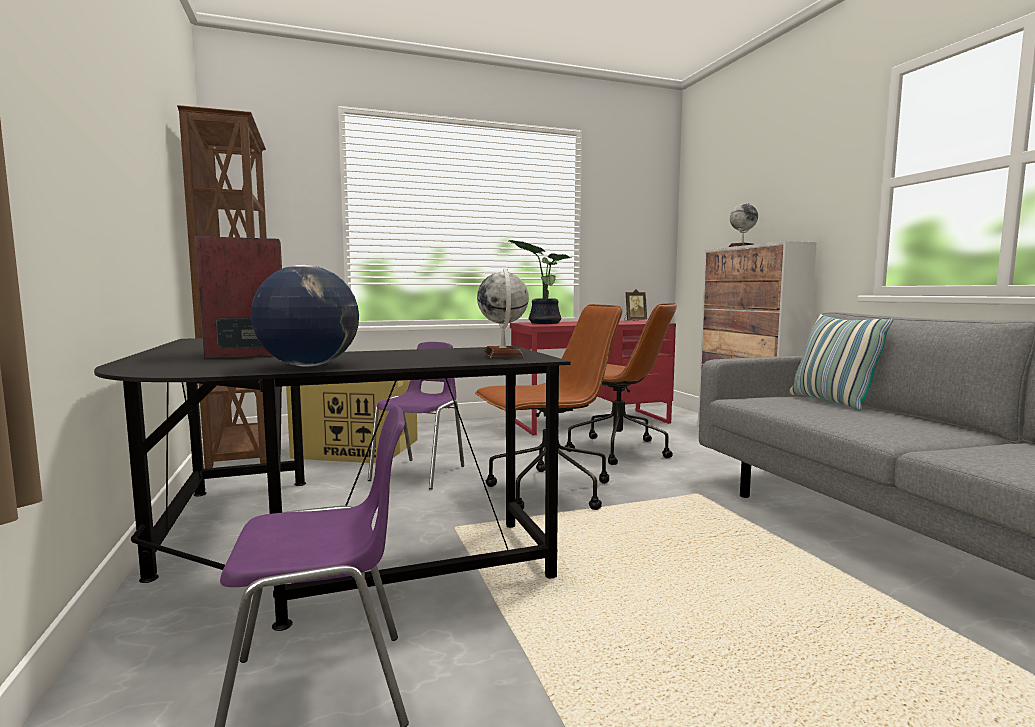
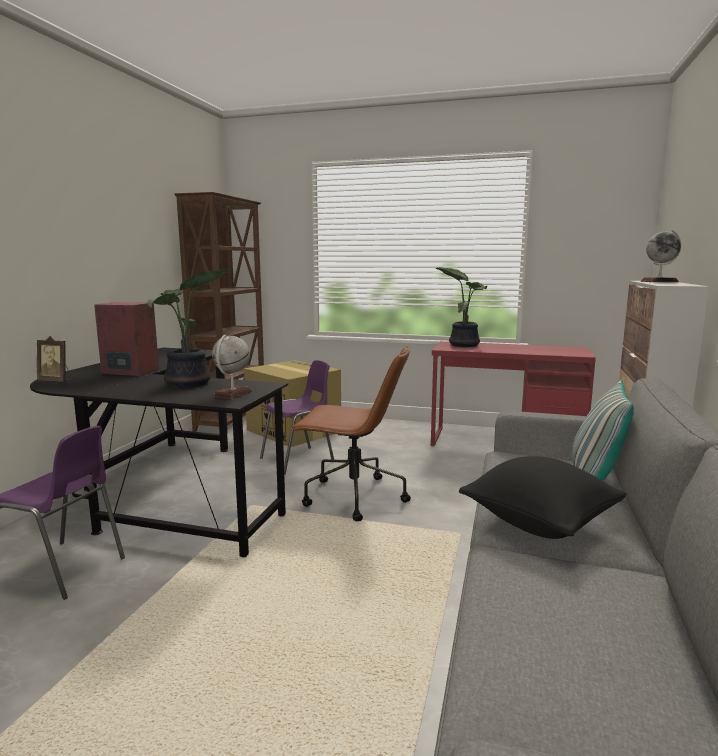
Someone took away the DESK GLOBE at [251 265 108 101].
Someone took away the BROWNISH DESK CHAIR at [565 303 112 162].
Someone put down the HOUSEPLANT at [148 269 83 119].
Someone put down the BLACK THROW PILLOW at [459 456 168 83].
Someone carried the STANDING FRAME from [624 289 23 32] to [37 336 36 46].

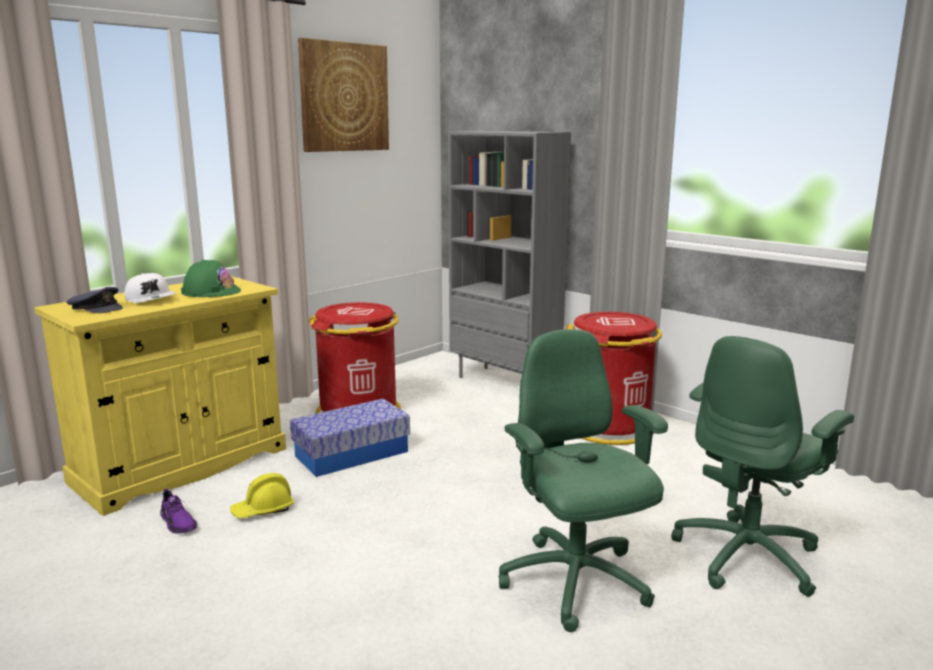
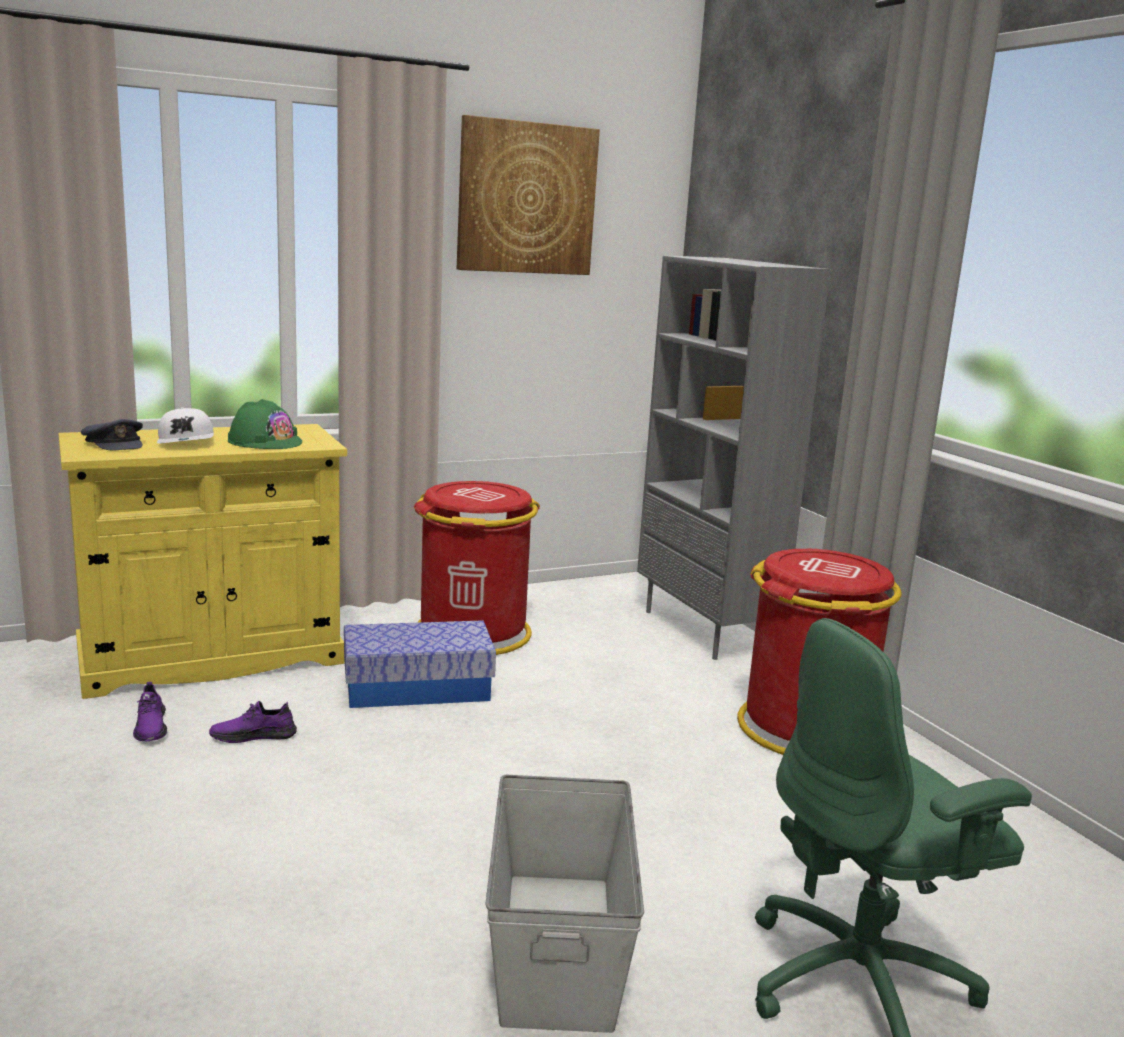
Someone swapped the YELLOWISH HARD HAT at [230 473 64 45] for the PURPLISH ITEM OF FOOTWEAR at [209 701 88 42].
Someone swapped the GREEN DESK CHAIR at [499 329 169 303] for the GREY STORAGE BIN at [486 775 158 258].

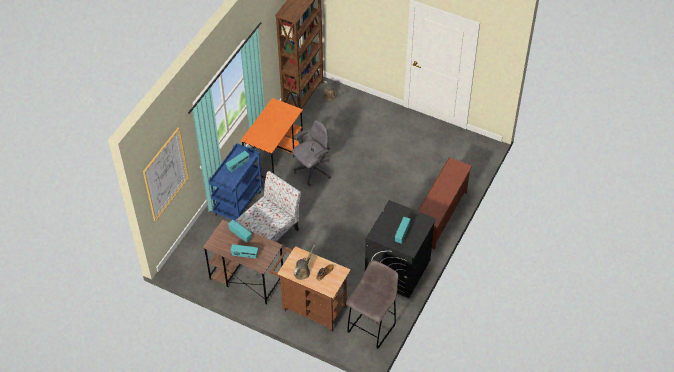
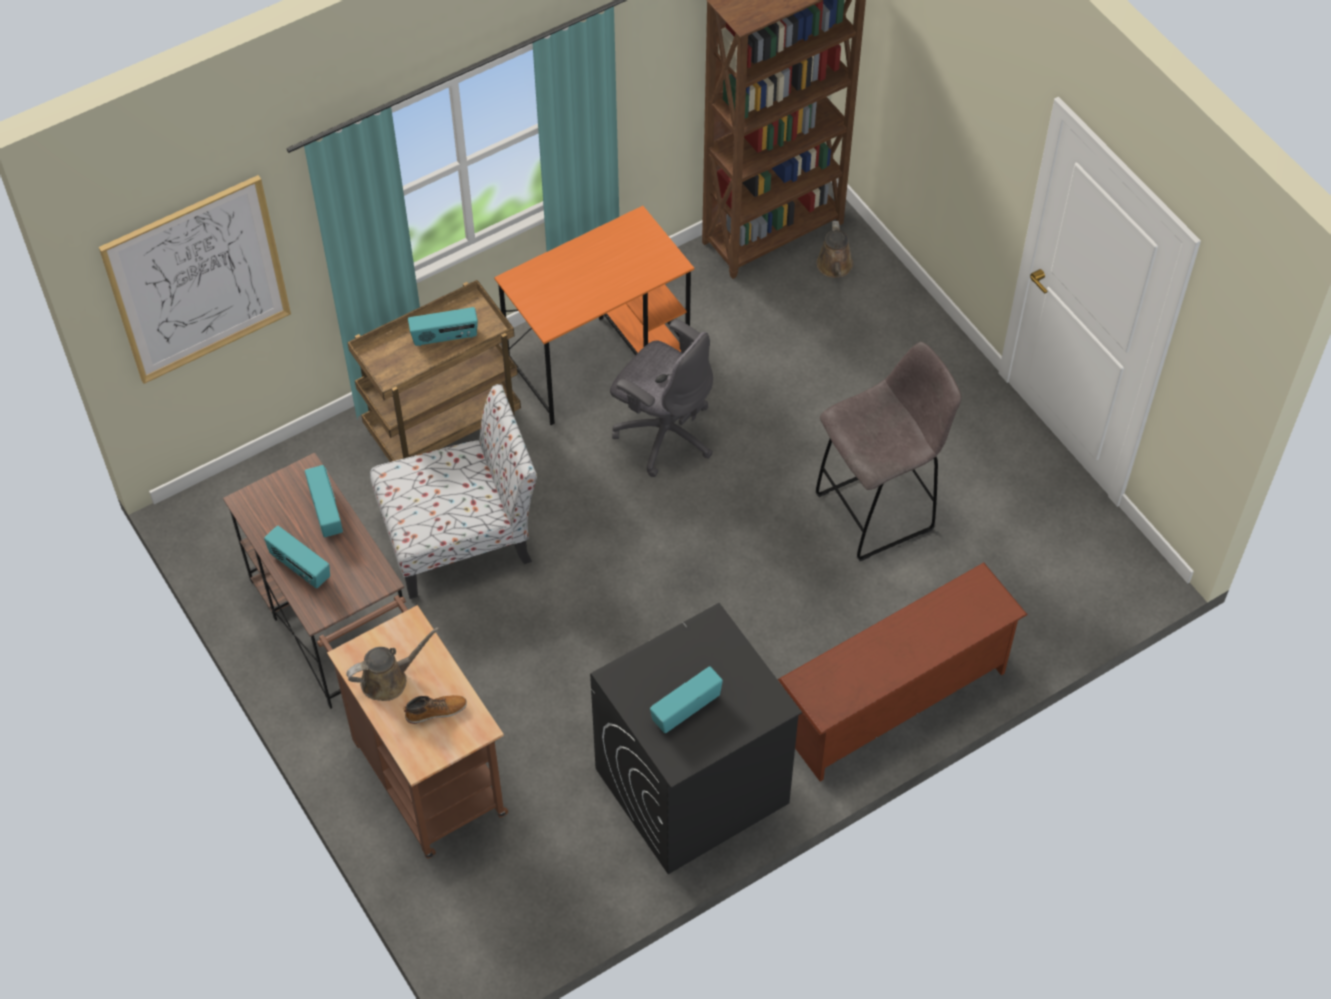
Someone carried the GREY SITTING STOOL from [346 260 52 89] to [815 342 147 219].
Someone repainted the BLUE WHEELED CART at [209 143 54 77], which became the BROWNISH WHEELED CART at [347 280 174 182].
Someone rotated the GREY DESK CHAIR at [292 120 39 66] by 45 degrees clockwise.

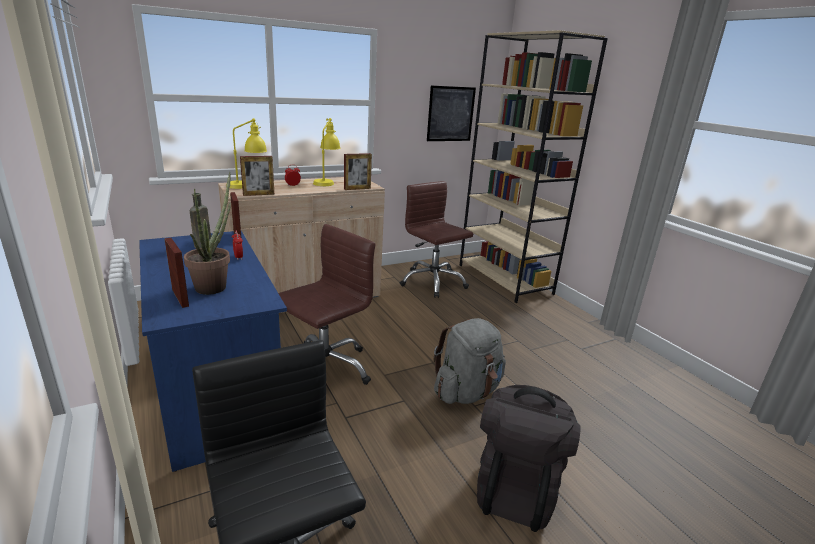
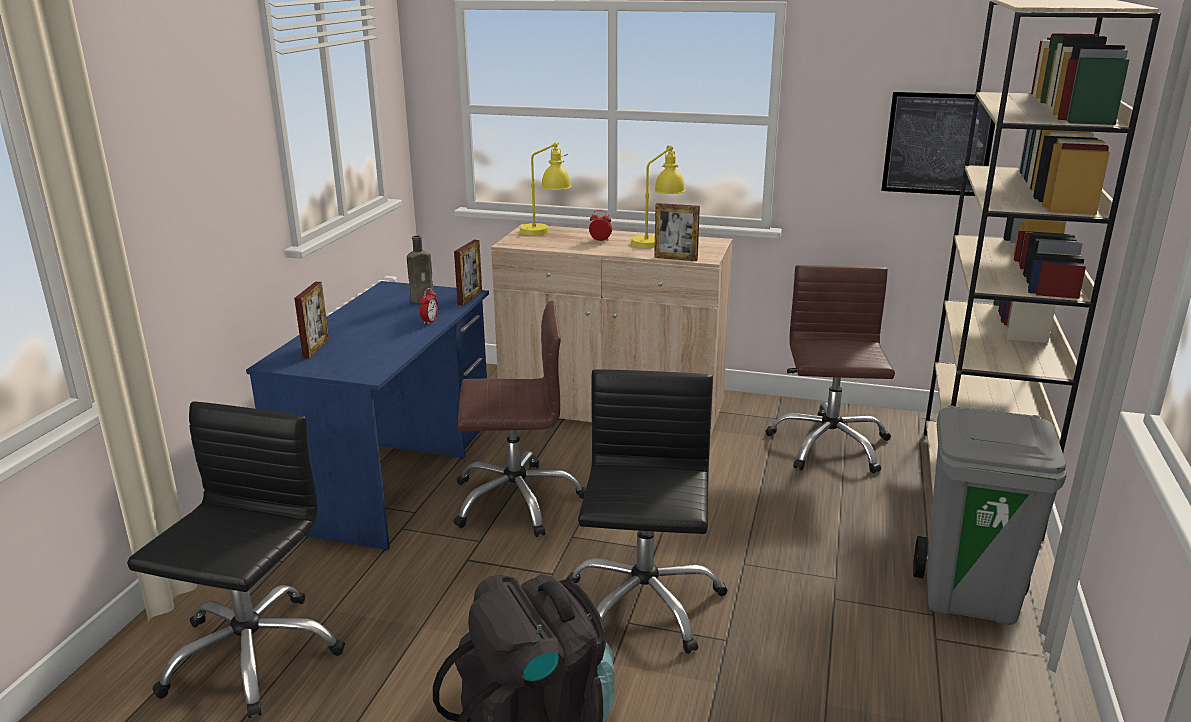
Someone took away the HOUSEPLANT at [184 172 47 123].
Someone took away the STANDING FRAME at [240 156 34 40].
Someone put down the GREY RUBBISH BIN at [913 405 154 220].
Someone swapped the GREY BACKPACK at [433 318 73 86] for the BLACK DESK CHAIR at [566 369 162 285].

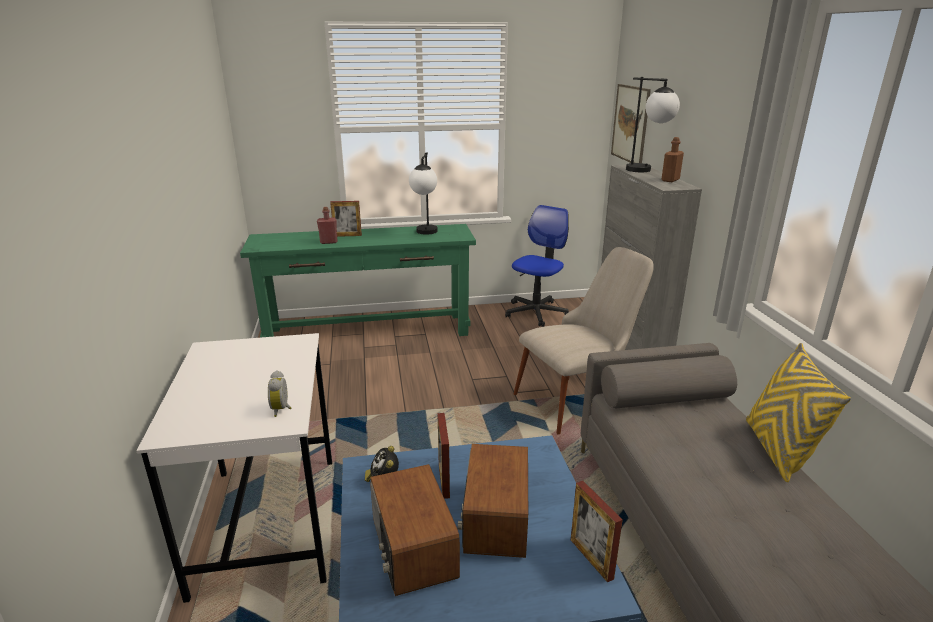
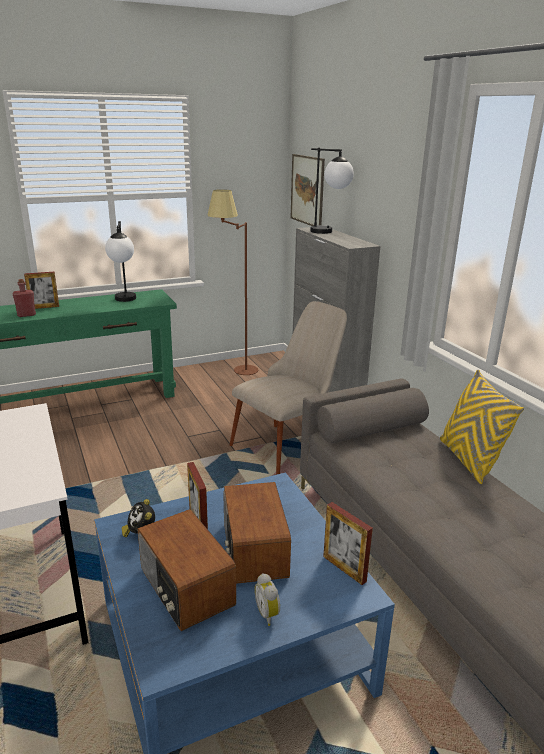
Someone took away the BROWNISH DRINK BOTTLE at [661 137 23 45].
Someone carried the TABLE CLOCK from [268 370 23 47] to [254 573 26 53].
Someone swapped the DESK CHAIR at [505 205 64 122] for the BROWNISH STANDARD LAMP at [207 189 51 186].

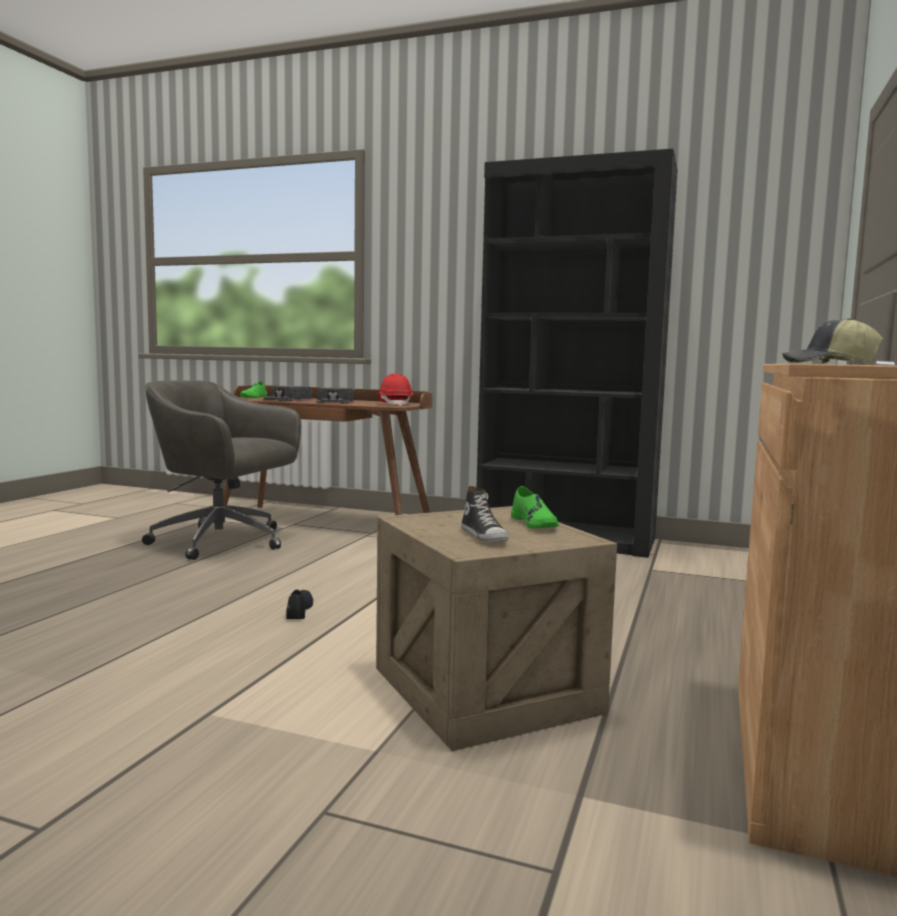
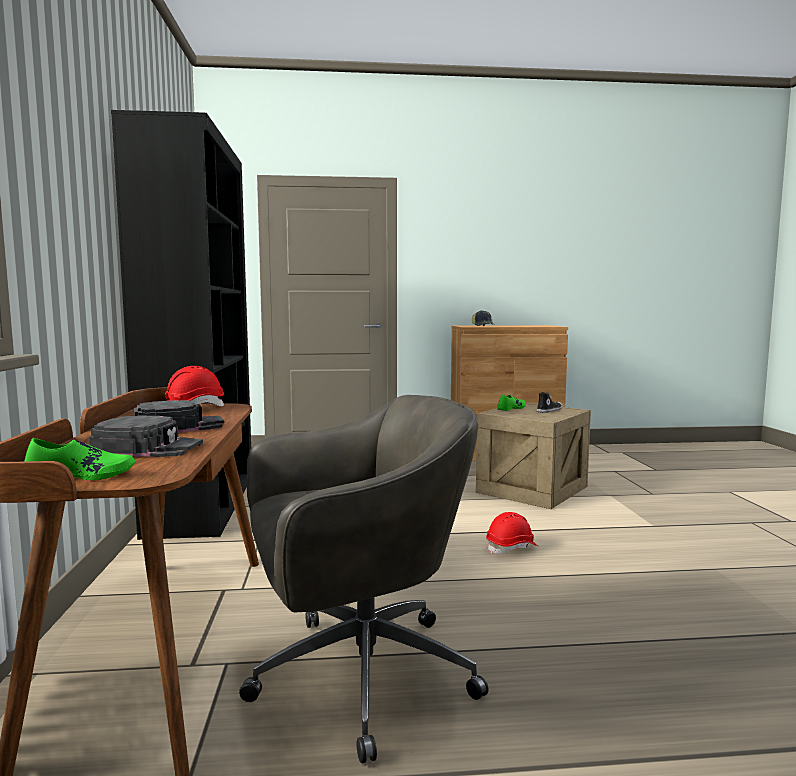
Someone swapped the BLACK ITEM OF FOOTWEAR at [286 590 27 29] for the RED-COLOURED HARD HAT at [486 512 52 42].
Someone rotated the GREY DESK CHAIR at [142 380 159 180] by 105 degrees counterclockwise.

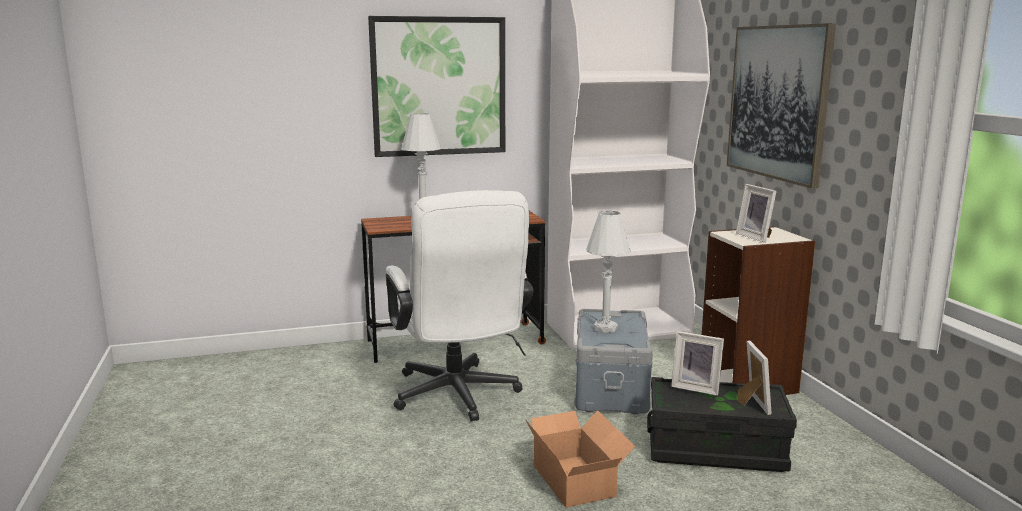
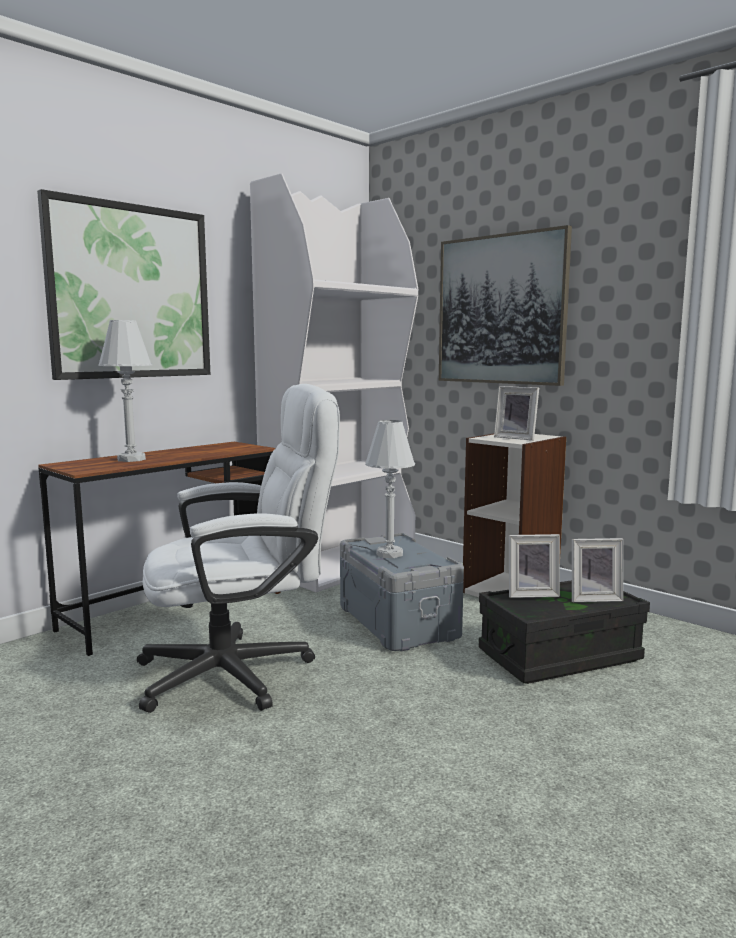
Someone took away the PACKING BOX at [525 410 111 98].
Someone rotated the WHITE DESK CHAIR at [386 190 148 231] by 60 degrees counterclockwise.
Someone rotated the STANDING FRAME at [738 340 34 75] by 120 degrees clockwise.

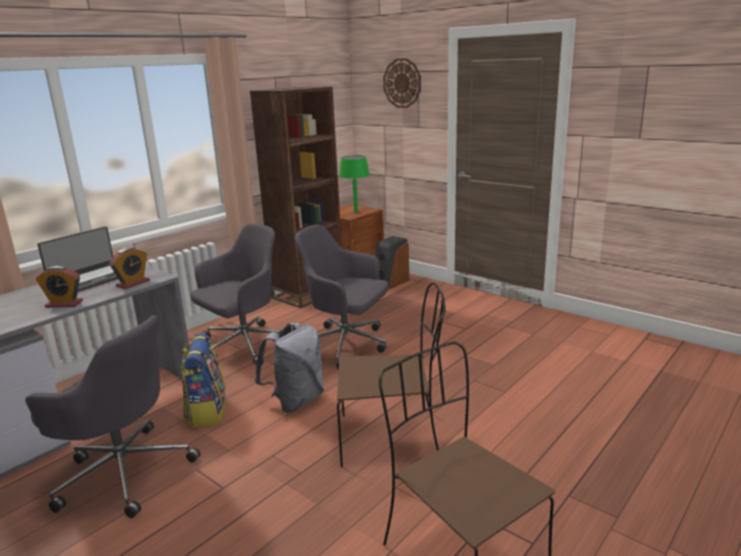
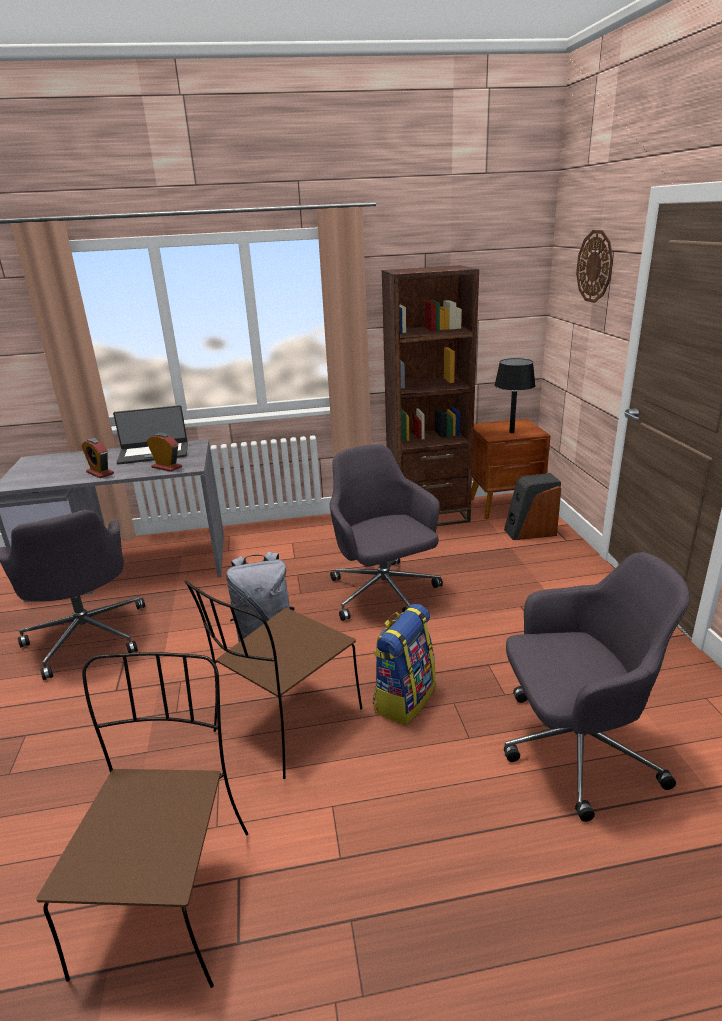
Someone carried the BACKPACK from [180 333 46 94] to [373 604 63 121].
Someone carried the GREY DESK CHAIR from [190 224 90 140] to [504 552 186 270].
Someone repainted the GREEN TABLETOP LAMP at [339 155 31 58], which became the BLACK TABLETOP LAMP at [494 358 42 75].
Someone rotated the TABLE CLOCK at [109 247 41 42] by 135 degrees counterclockwise.
Someone rotated the BROWNISH CHAIR at [337 282 109 186] by 90 degrees clockwise.

